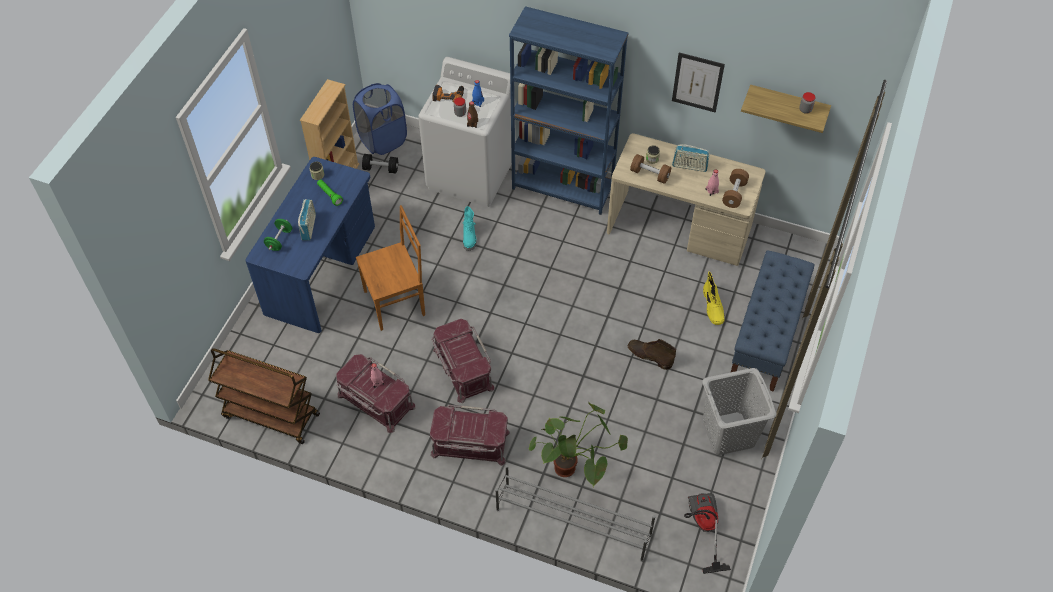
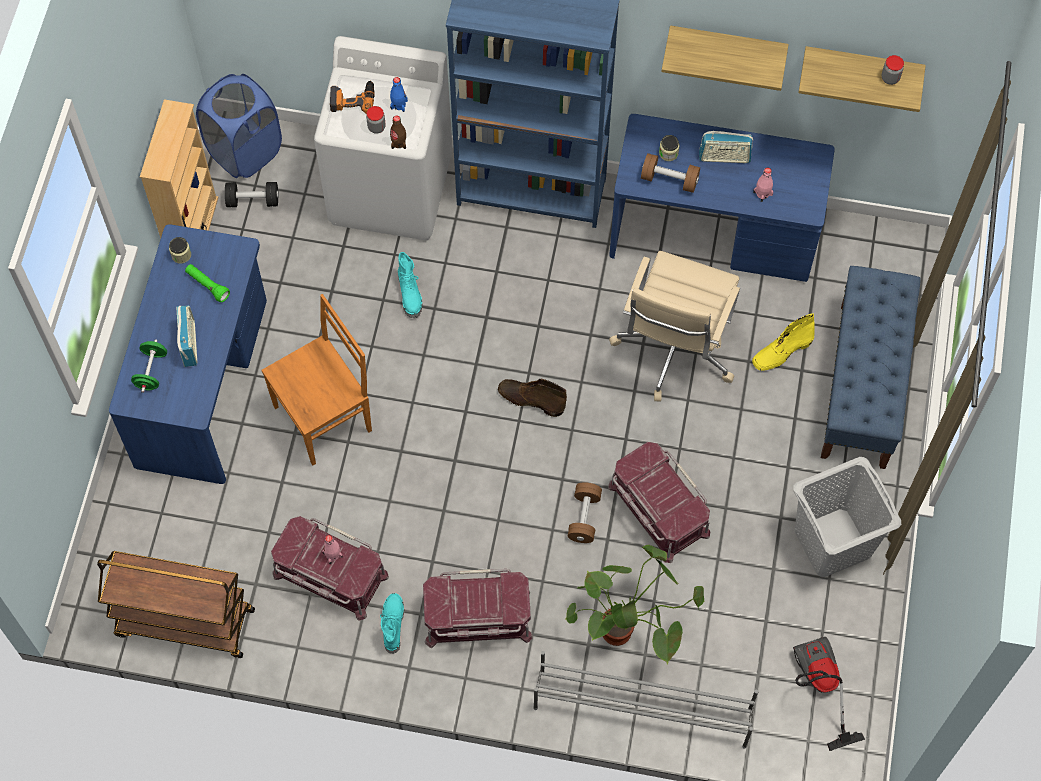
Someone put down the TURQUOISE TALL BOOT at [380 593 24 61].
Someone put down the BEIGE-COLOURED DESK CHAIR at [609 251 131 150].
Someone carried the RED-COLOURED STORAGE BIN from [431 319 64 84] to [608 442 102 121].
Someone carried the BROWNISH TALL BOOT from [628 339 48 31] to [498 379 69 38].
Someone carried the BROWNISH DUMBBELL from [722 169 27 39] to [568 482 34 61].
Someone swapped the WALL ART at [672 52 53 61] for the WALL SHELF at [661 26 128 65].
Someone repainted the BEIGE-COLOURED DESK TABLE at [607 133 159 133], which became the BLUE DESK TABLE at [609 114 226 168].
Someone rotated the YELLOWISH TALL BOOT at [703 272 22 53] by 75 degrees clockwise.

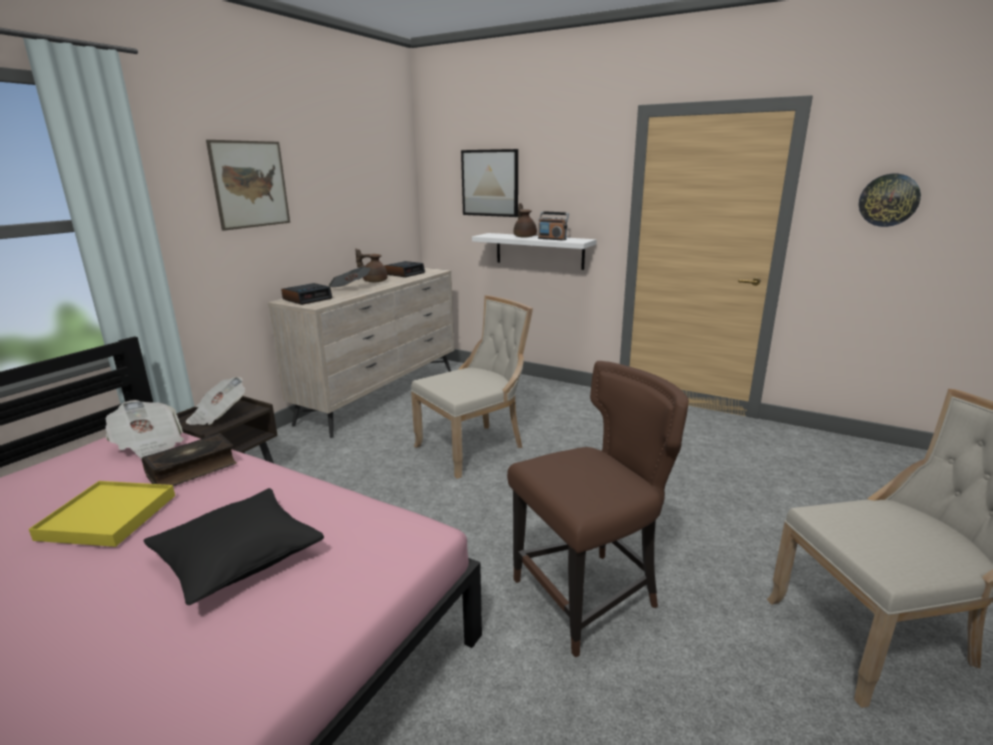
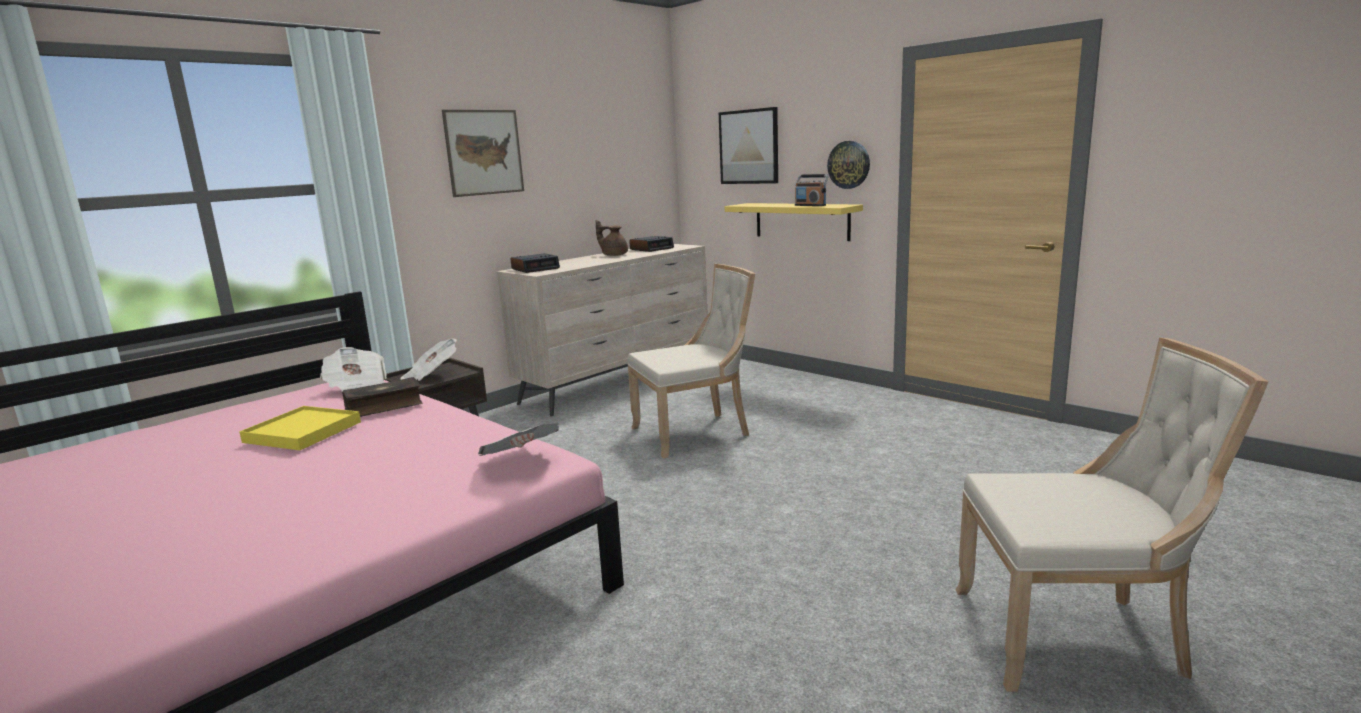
Someone took away the BLACK THROW PILLOW at [144 488 180 117].
Someone took away the BROWNISH CHAIR at [507 361 182 297].
Someone took away the BROWNISH TEAPOT at [514 203 23 35].
Someone carried the NEWSPAPER from [329 267 42 21] to [478 423 81 33].
Someone carried the CLOCK ON THE WALL from [859 174 62 53] to [827 141 43 48].
Someone repainted the WHITE WALL SHELF at [472 233 124 37], which became the YELLOWISH WALL SHELF at [725 203 138 38].

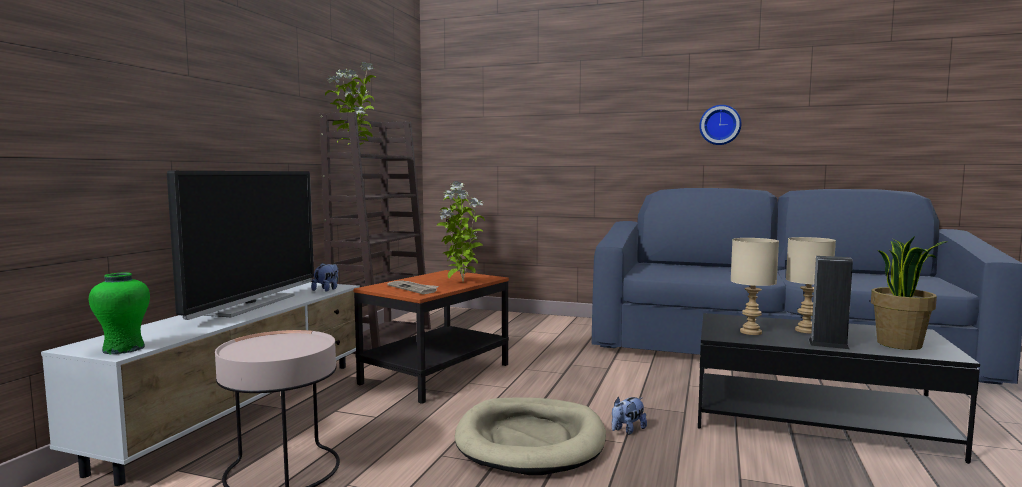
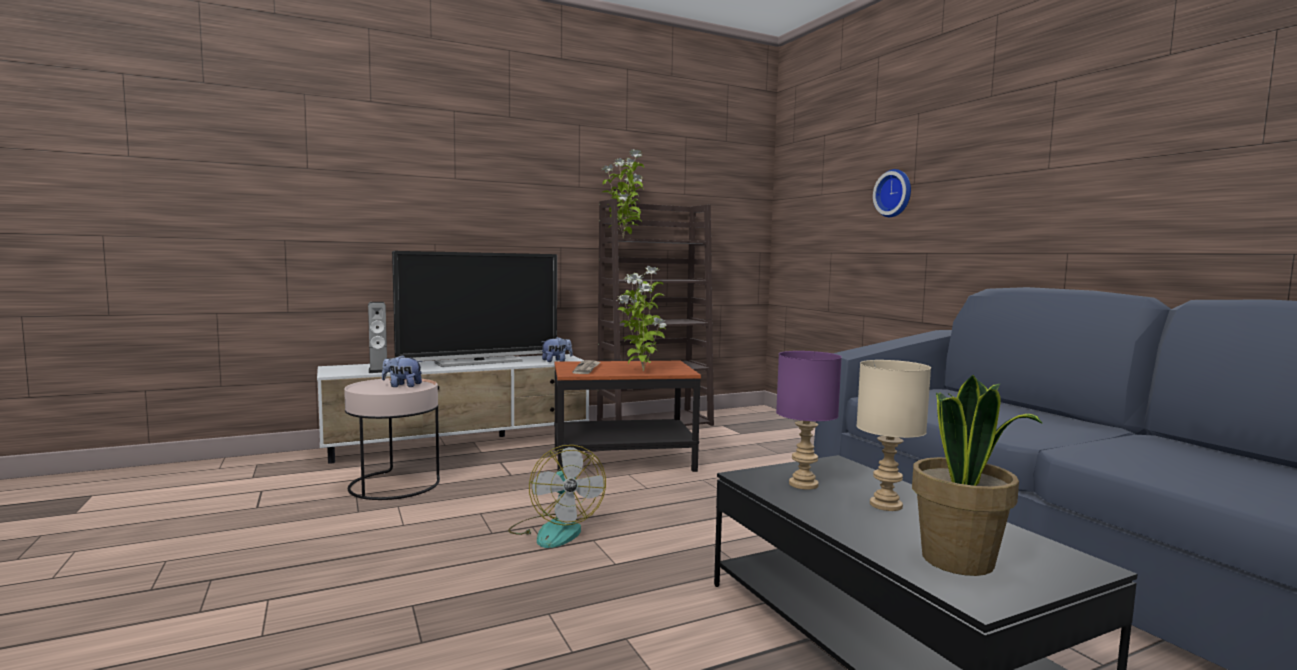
Someone took away the GREEN DECORATIVE VASE at [89 273 61 81].
Someone carried the SOFT TOY from [612 397 35 38] to [382 355 40 32].
Someone carried the CLOCK ON THE WALL from [699 105 42 40] to [873 169 38 48].
Someone carried the SPEAKER from [808 256 45 93] to [368 302 19 71].
Someone swapped the BEIGE-COLOURED DOG CUSHION at [455 397 151 78] for the COOLING FAN at [508 445 98 103].
Someone repainted the BEIGE-COLOURED TABLETOP LAMP at [731 238 48 97], which became the PURPLISH TABLETOP LAMP at [776 351 66 139].

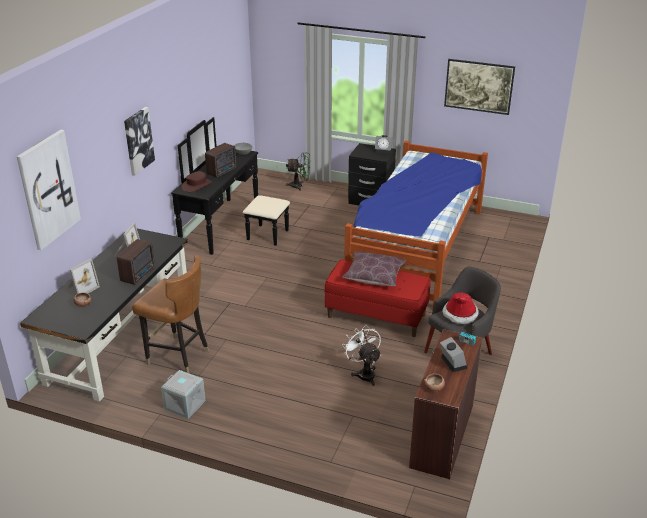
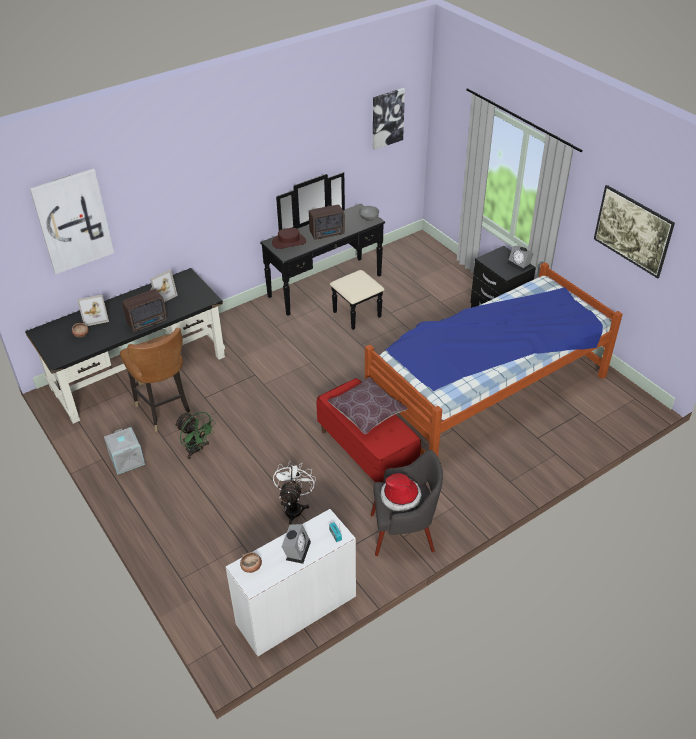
Someone carried the WALL ART from [124 107 31 69] to [373 88 32 62].
Someone carried the GREEN COOLING FAN from [286 152 25 39] to [175 412 41 47].
Someone repainted the BROWNISH DESK TABLE at [409 329 73 150], which became the WHITE DESK TABLE at [226 509 130 147].

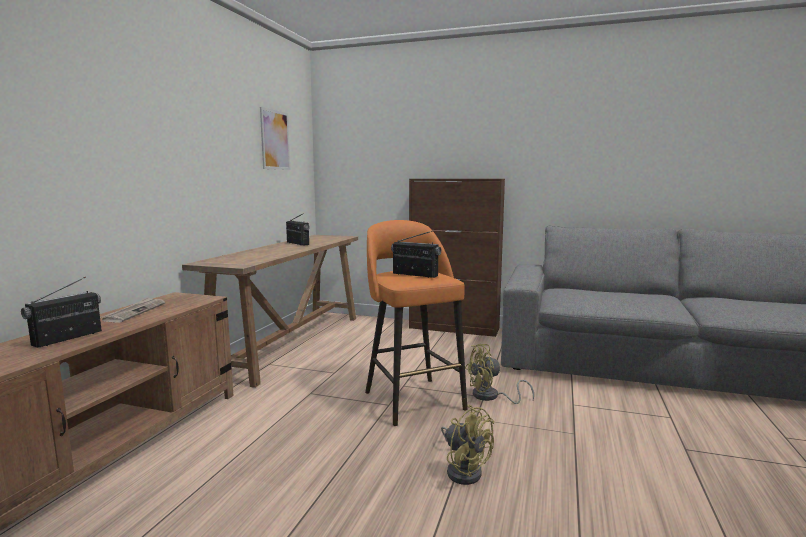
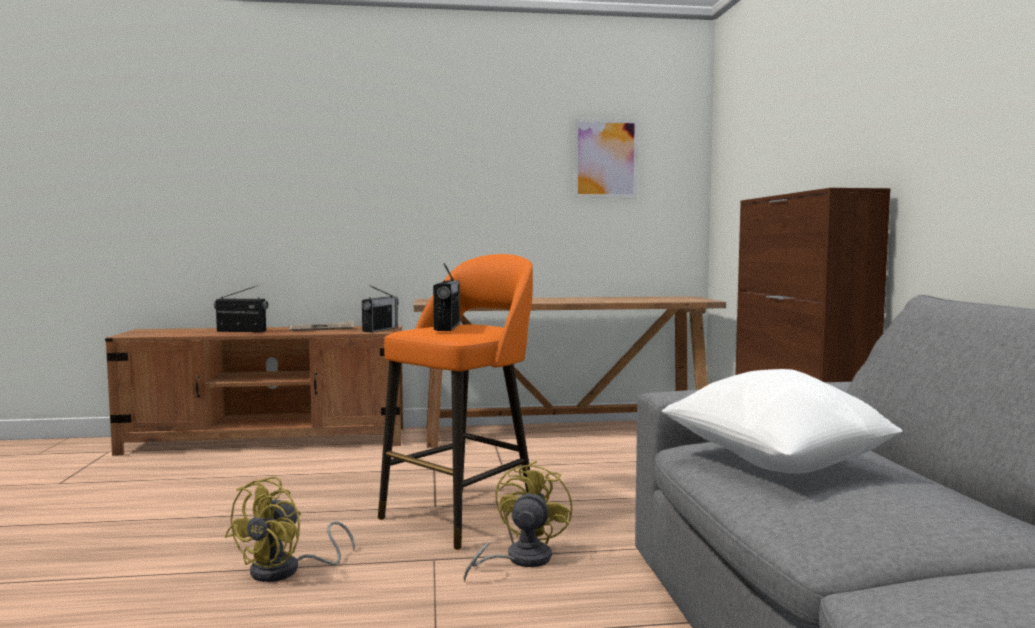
Someone put down the WHITE THROW PILLOW at [662 369 241 105].
Someone carried the RADIO SET from [286 213 24 32] to [362 285 37 47].
Someone rotated the YELLOWISH COOLING FAN at [465 344 69 60] by 60 degrees clockwise.

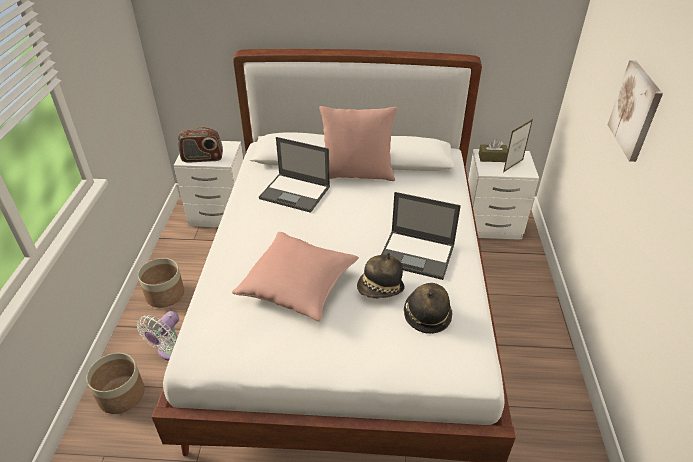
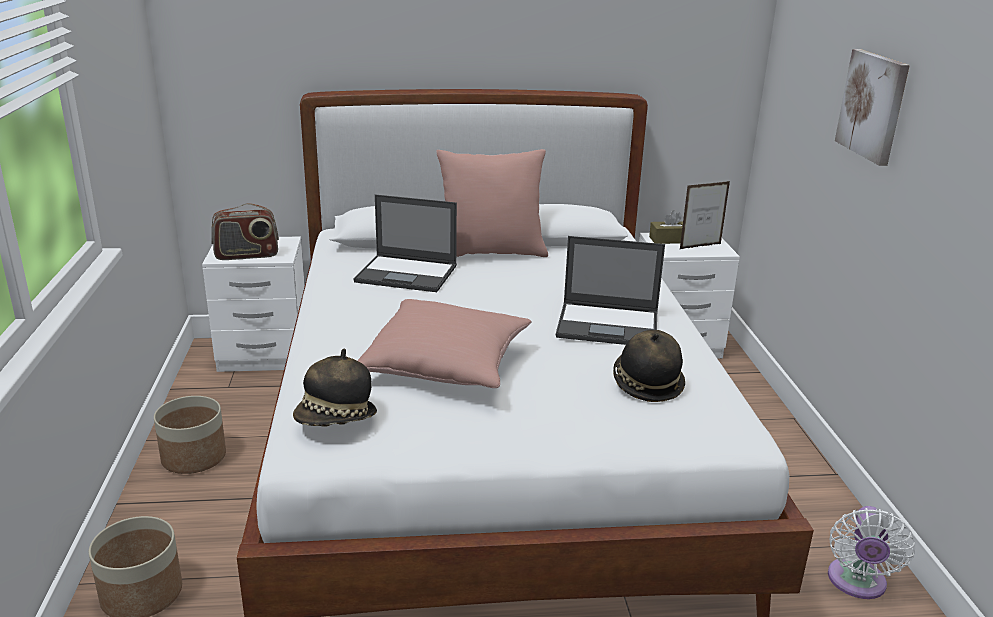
Someone carried the WHITE COOLING FAN from [137 311 42 50] to [828 506 87 93].
Someone carried the HAT from [357 253 48 46] to [293 349 84 78].
Someone rotated the STANDING FRAME at [503 119 30 53] by 150 degrees counterclockwise.

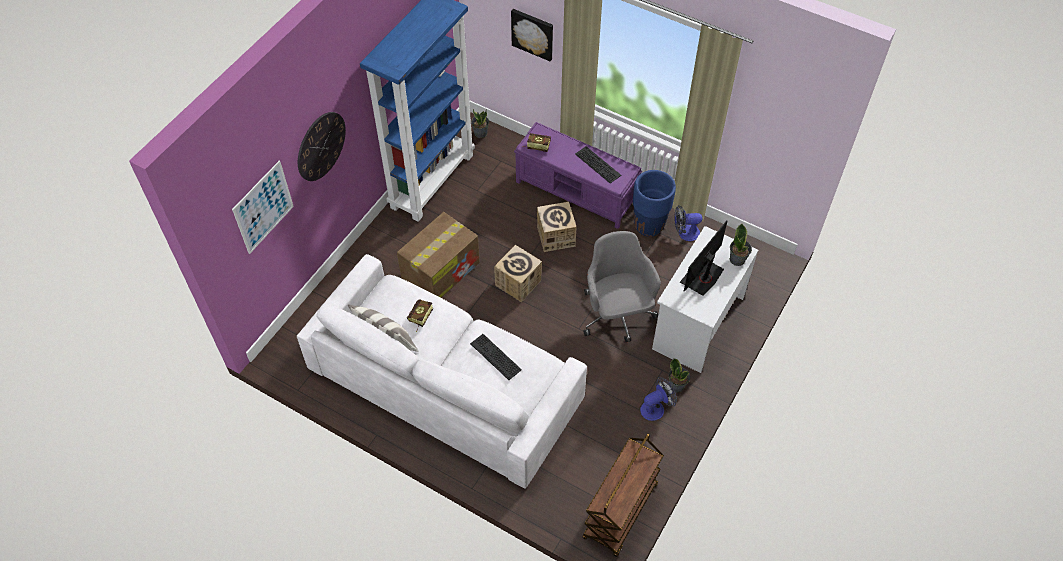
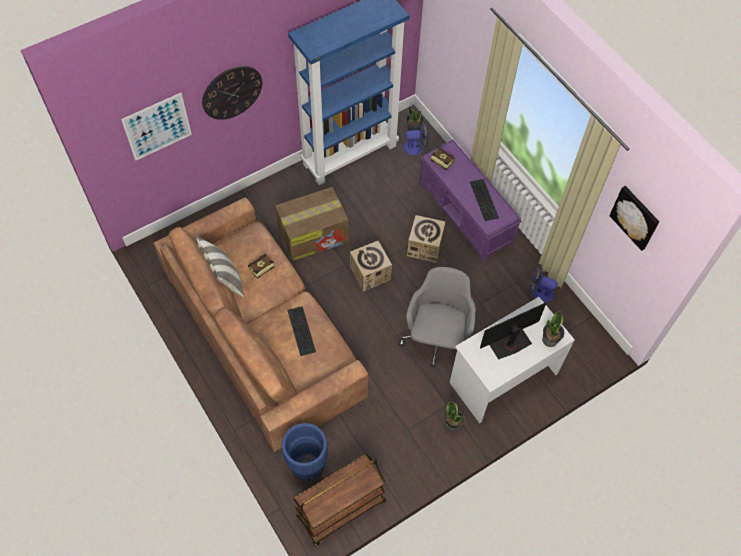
Someone carried the WALL ART from [511 9 42 52] to [609 186 50 65].
Someone carried the BLUE FLOWER POT from [633 170 43 67] to [282 423 46 58].
Someone carried the COOLING FAN from [640 377 37 44] to [403 122 26 33].
Someone repainted the WHITE SOFA at [297 254 290 235], which became the BROWNISH SOFA at [154 197 214 255].

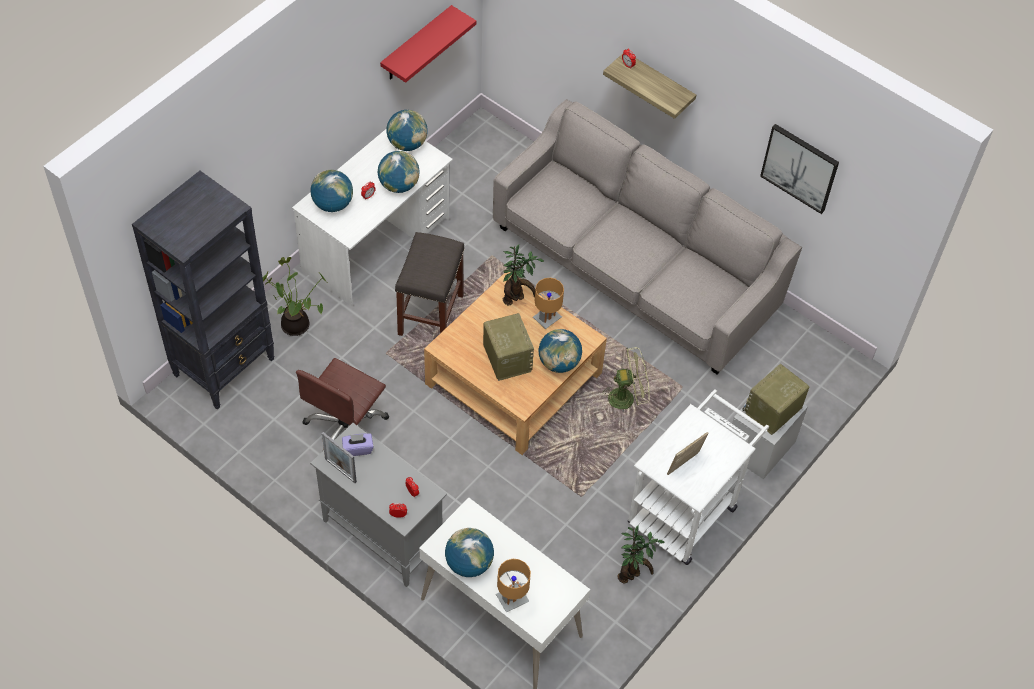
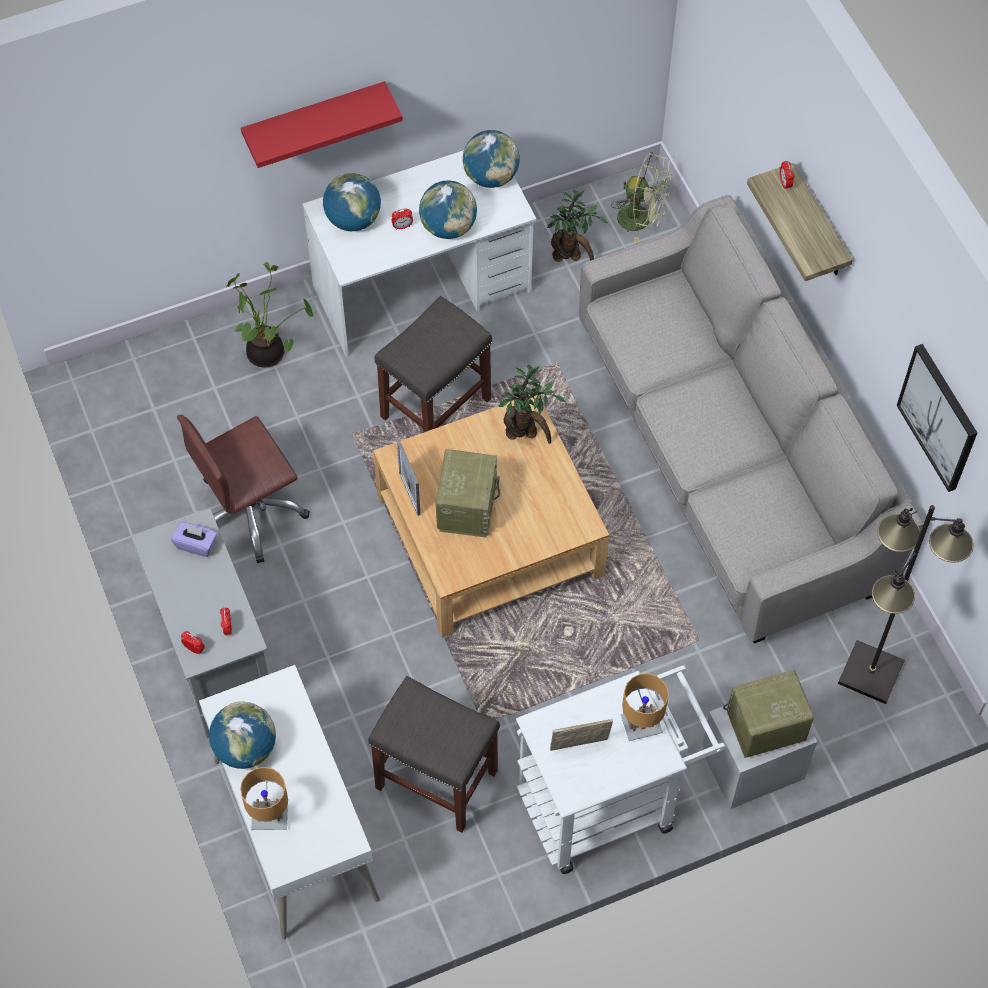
Someone took away the BLACK BOOKSHELF at [132 171 143 239].
Someone took away the DESK GLOBE at [539 329 43 44].
Someone put down the GREY SITTING STOOL at [368 676 132 157].
Someone put down the BLACK STANDARD LAMP at [838 505 136 199].
Someone carried the STANDING FRAME from [322 432 35 51] to [397 440 23 76].
Someone carried the RED-COLOURED WALL SHELF from [380 5 96 78] to [241 81 162 87].
Someone carried the BROWNISH TABLETOP LAMP from [533 278 31 51] to [621 673 48 68].
Someone carried the GREEN COOLING FAN from [603 347 47 65] to [611 152 61 91].
Someone carried the HOUSEPLANT from [617 526 47 58] to [547 190 61 72].

